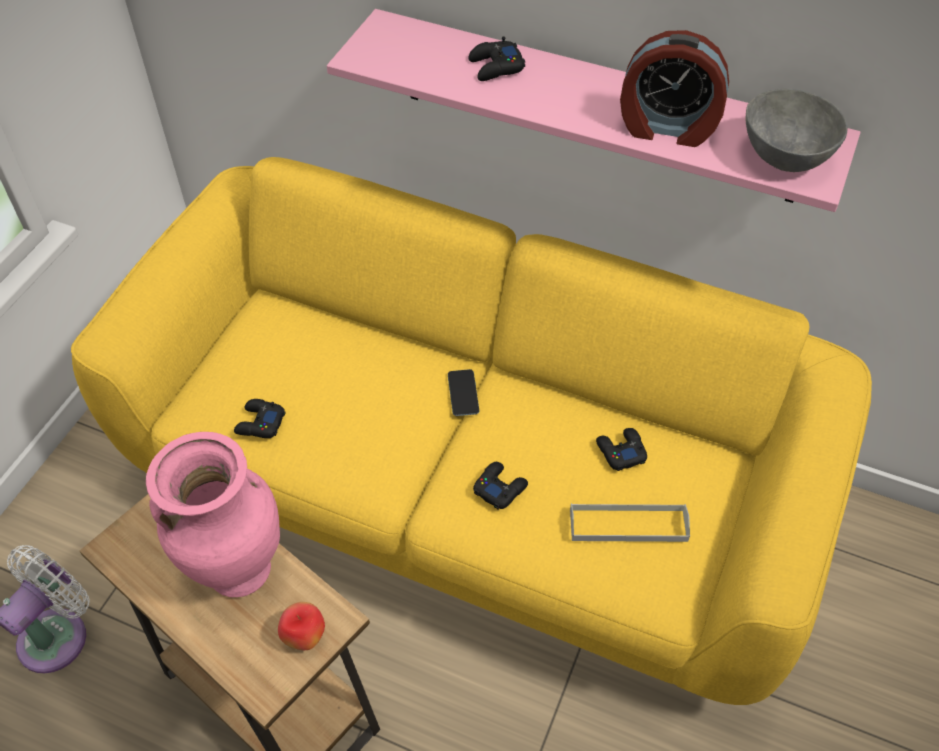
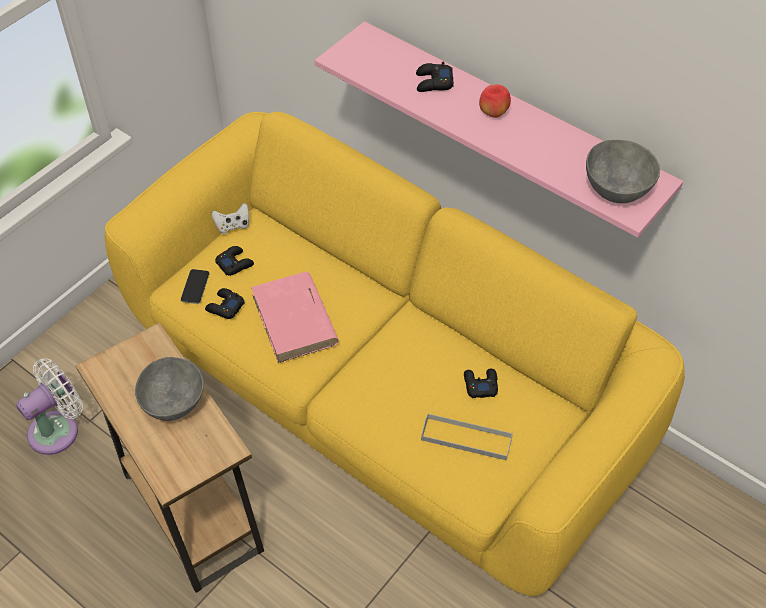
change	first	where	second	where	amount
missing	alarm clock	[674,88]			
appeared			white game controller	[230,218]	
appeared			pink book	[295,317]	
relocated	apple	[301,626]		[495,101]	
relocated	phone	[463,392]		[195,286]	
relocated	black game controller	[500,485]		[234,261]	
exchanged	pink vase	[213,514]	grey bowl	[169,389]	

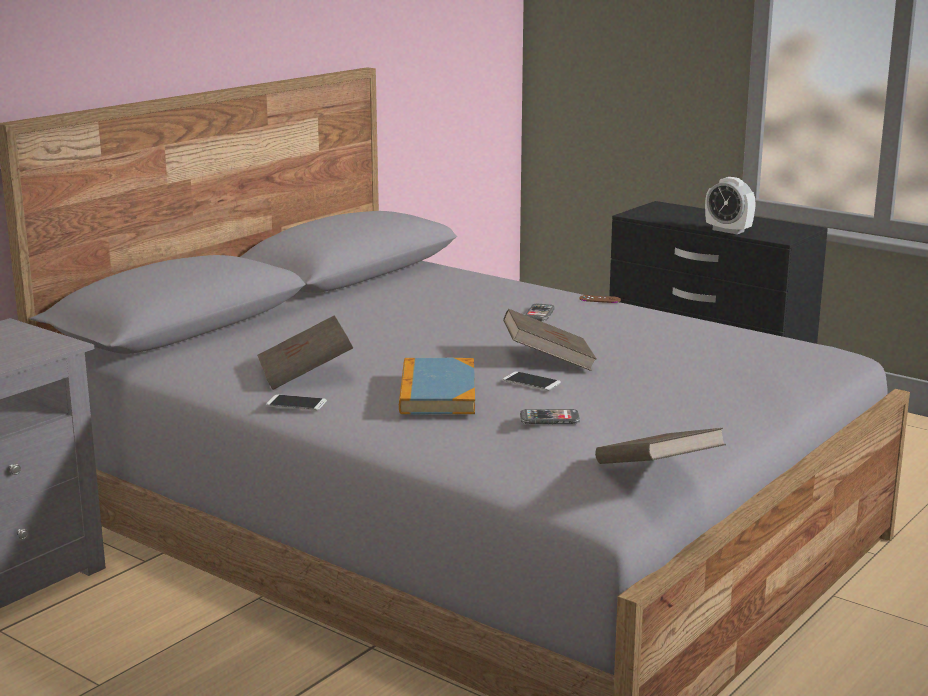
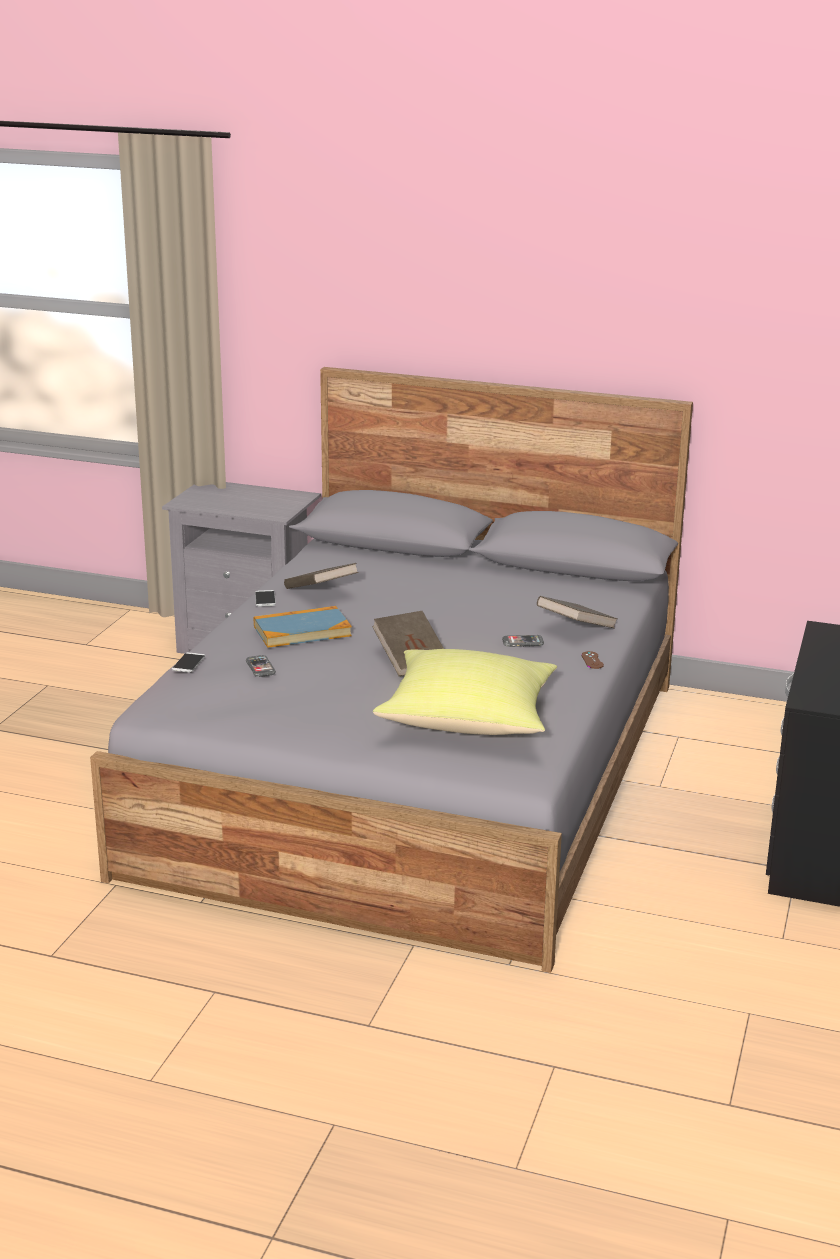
change	first	where	second	where	amount
missing	alarm clock	[730,205]			
appeared			yellow pillow	[465,692]	
relocated	phone	[531,381]		[188,662]	
relocated	brown book	[660,446]		[577,612]	

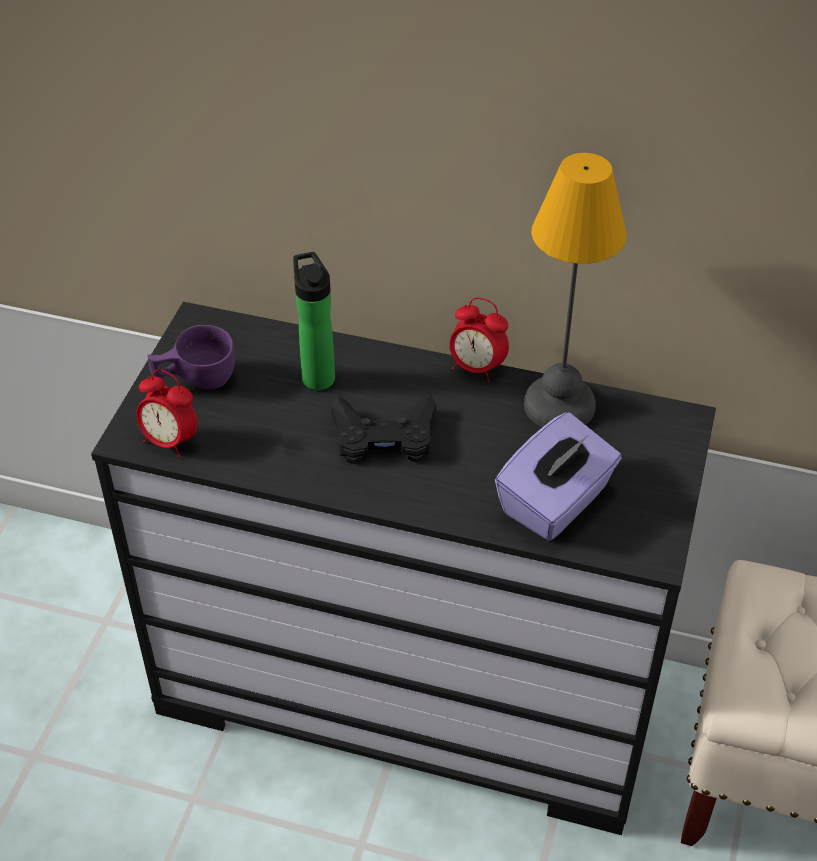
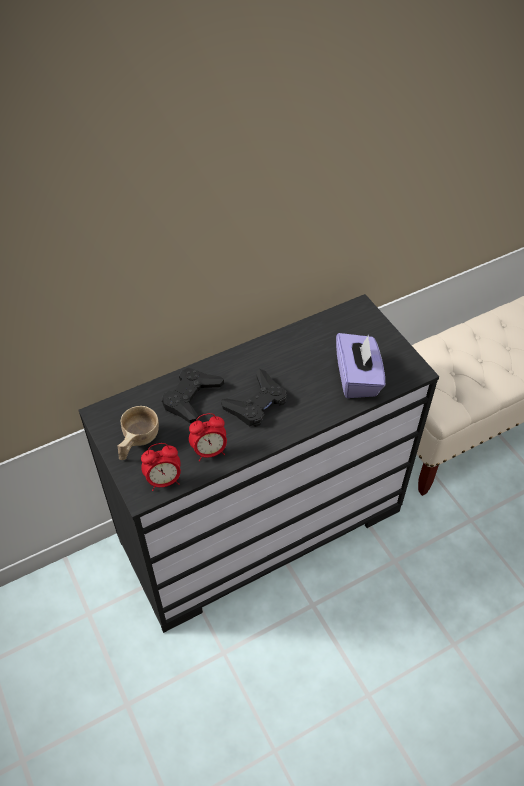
change	first	where	second	where	amount
missing	table lamp	[575,290]			
relocated	alarm clock	[479,340]		[208,437]	
exchanged	bottle	[314,321]	black game controller	[193,395]	
colour	purple cup	[191,357]	beige cup	[138,433]	

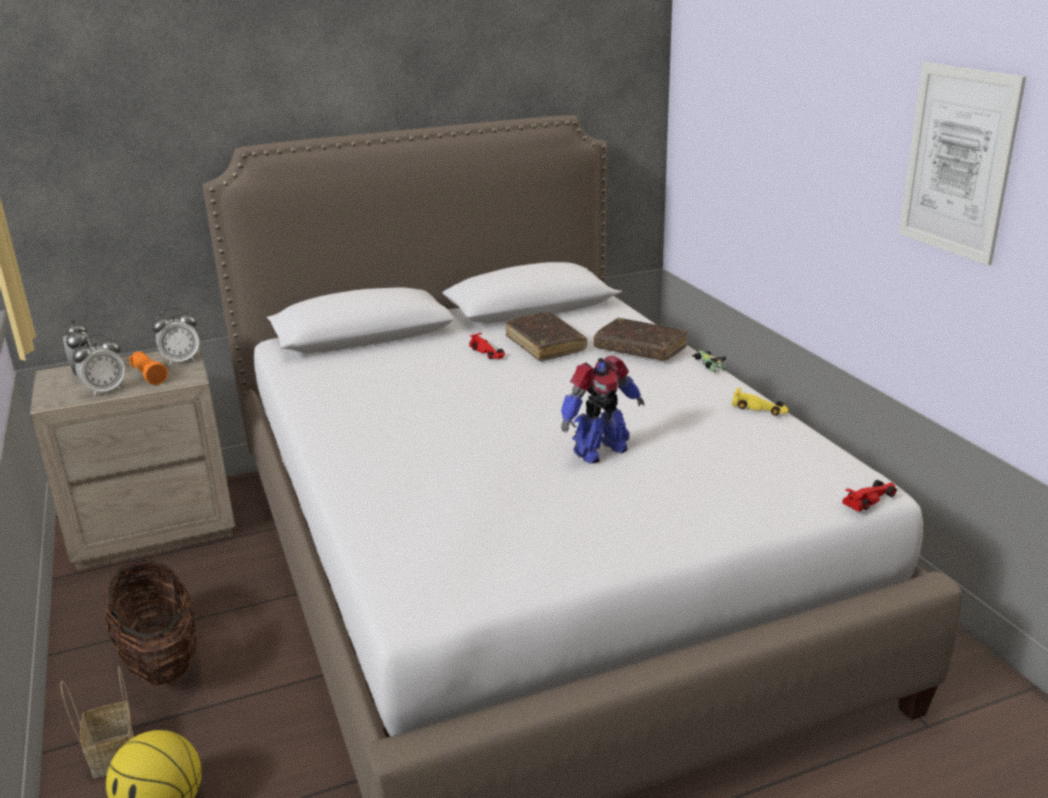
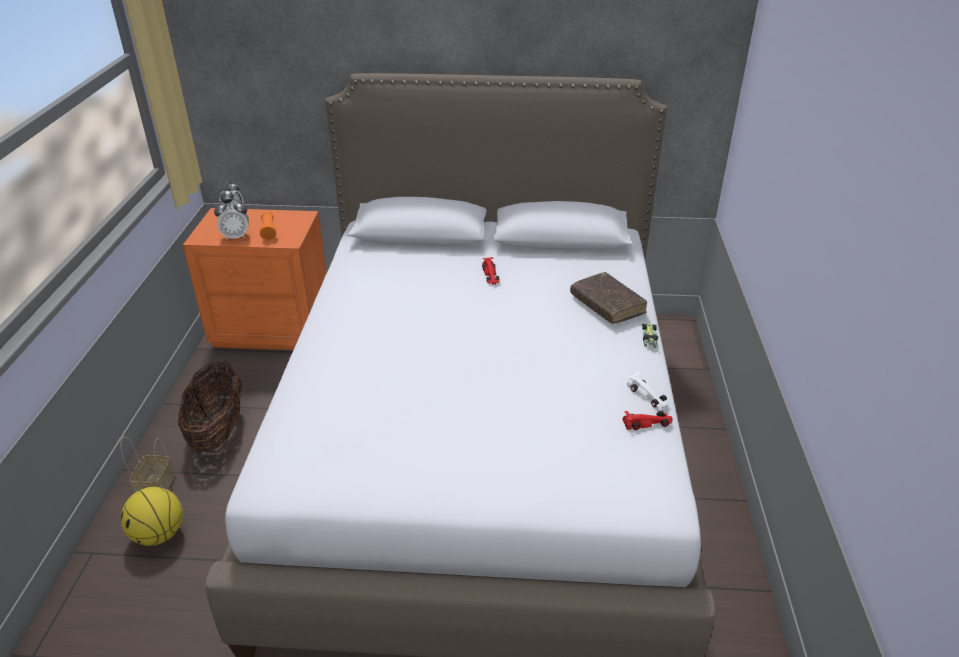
change	first	where	second	where	amount
missing	alarm clock	[175,336]			
missing	brown book	[546,336]			
missing	toy robot	[603,410]			
missing	picture	[962,163]			
relocated	red toy car	[870,496]		[647,420]	
colour	beige nightstand	[132,458]	orange nightstand	[255,279]	
colour	yellow toy car	[760,402]	white toy car	[648,390]	

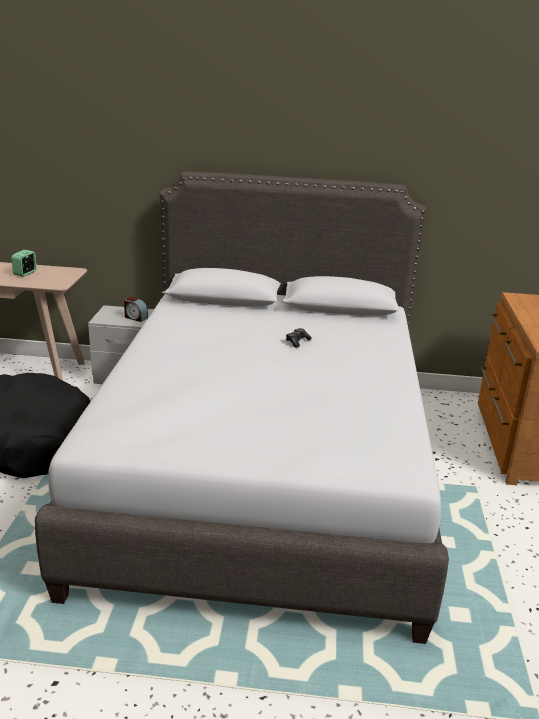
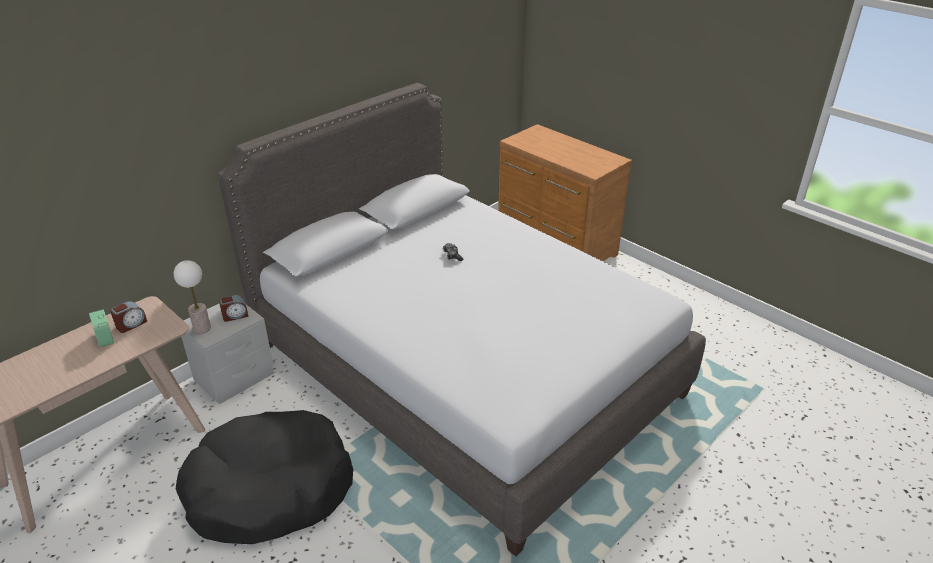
change	first	where	second	where	amount
appeared			alarm clock	[128,317]	
appeared			table lamp	[192,297]	

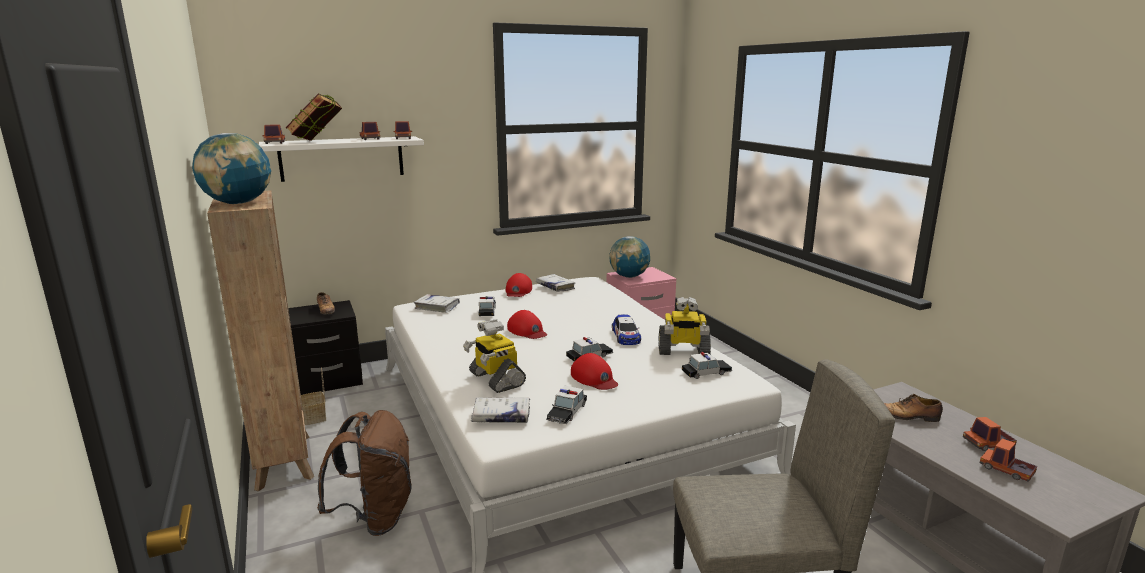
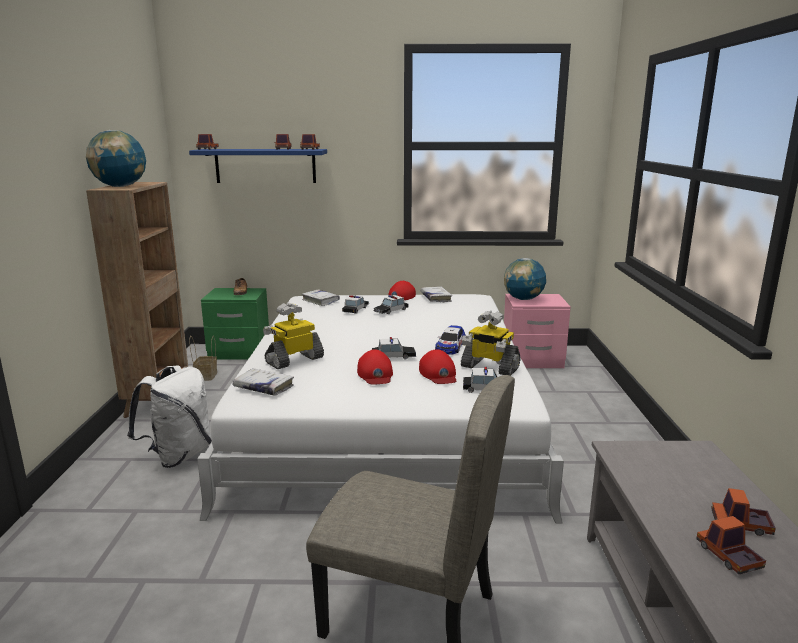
change	first	where	second	where	amount
missing	book	[314,117]			
missing	shoe	[913,408]			
relocated	red cap	[527,324]		[437,366]	
relocated	toy car	[566,405]		[391,304]	
colour	white shelf	[341,159]	blue shelf	[258,166]	
colour	black nightstand	[325,347]	green nightstand	[235,324]	
colour	brown backpack	[364,473]	white backpack	[169,416]	
spun	toy robot	[494,356]		[293,336]	60 degrees clockwise

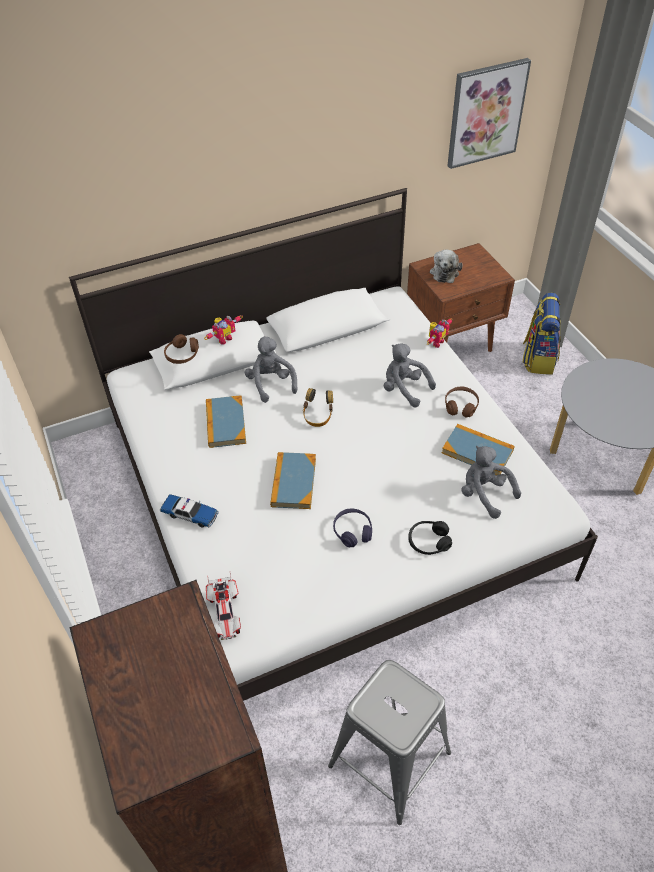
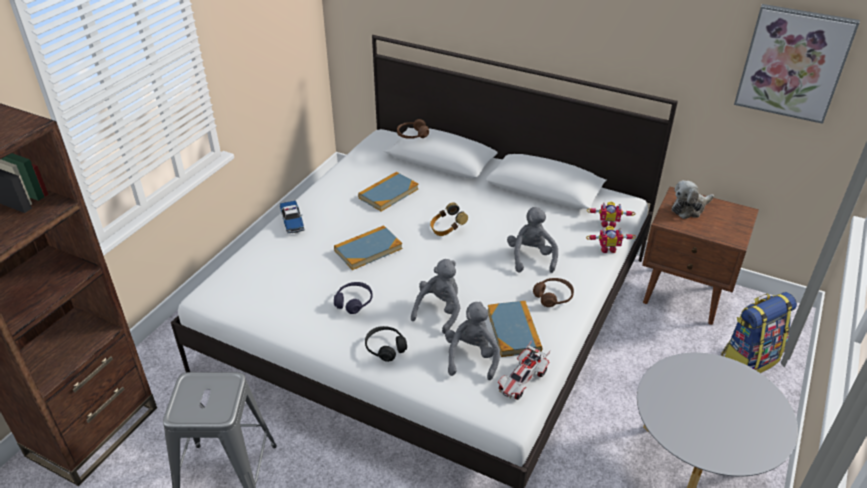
change	first	where	second	where	amount
relocated	toy robot	[223,330]		[611,215]	
relocated	toy car	[223,606]		[524,370]	
relocated	grey plush toy	[271,369]		[435,296]	

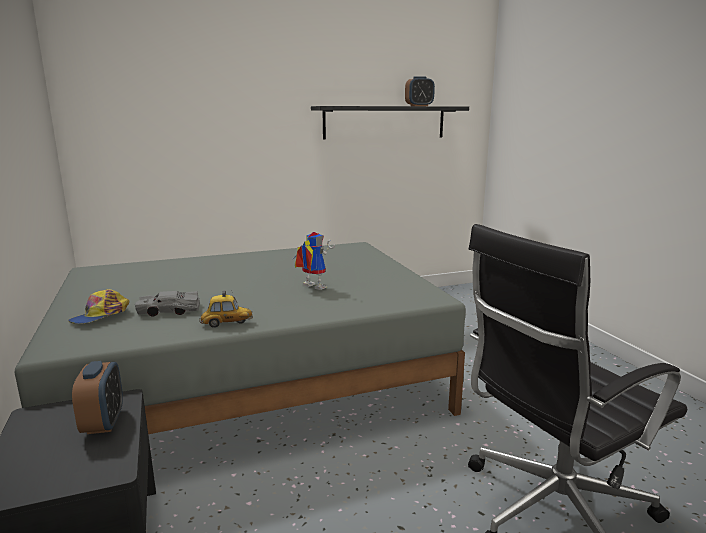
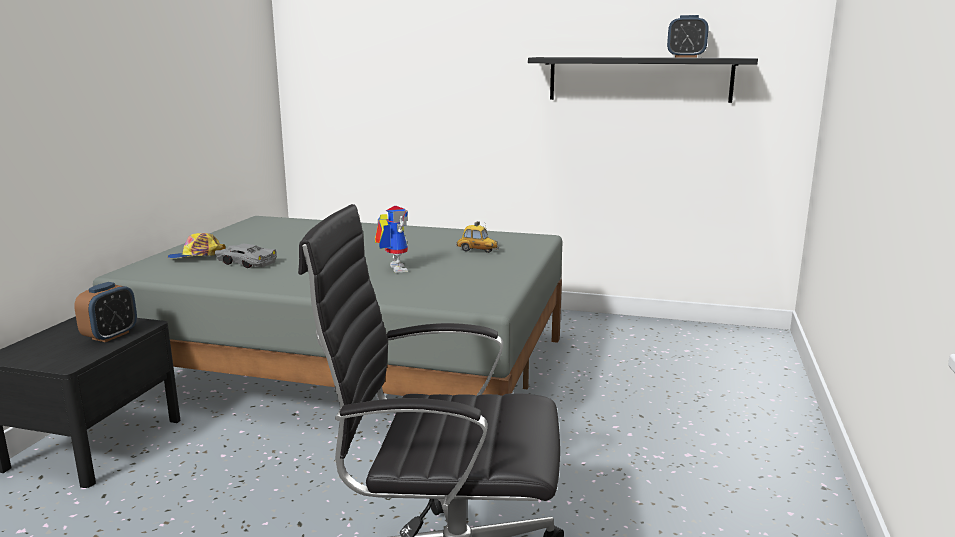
change	first	where	second	where	amount
relocated	toy car	[226,309]		[477,237]	

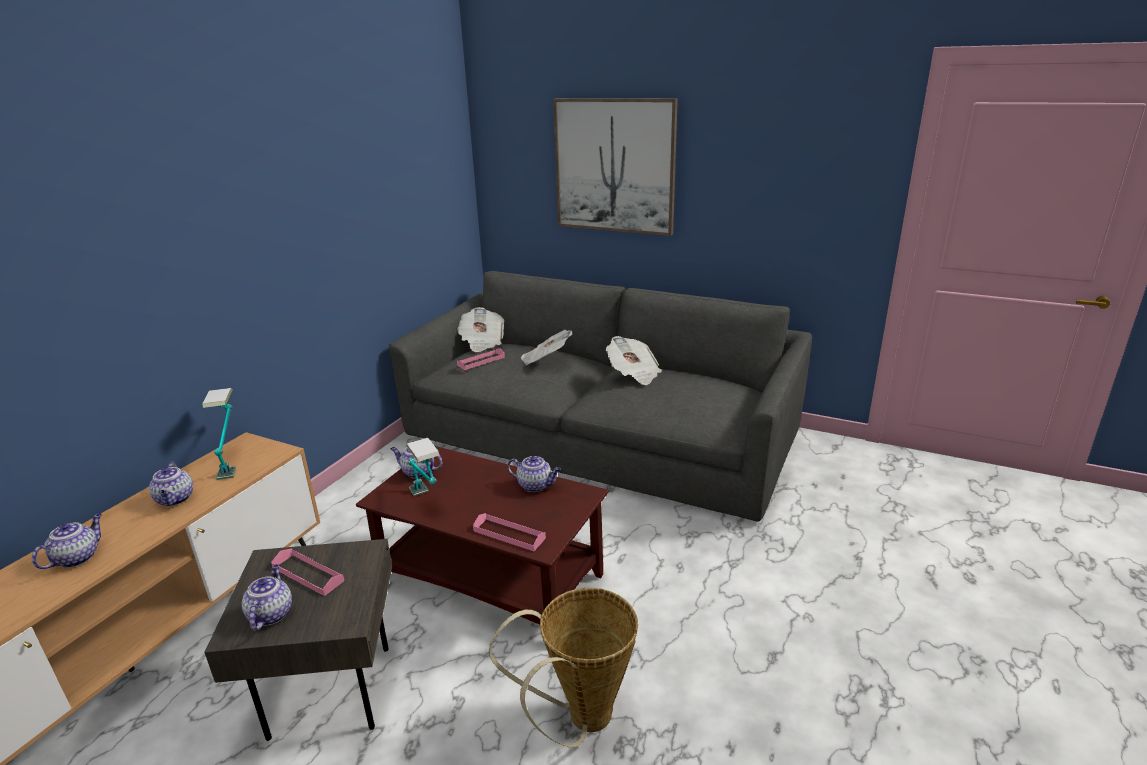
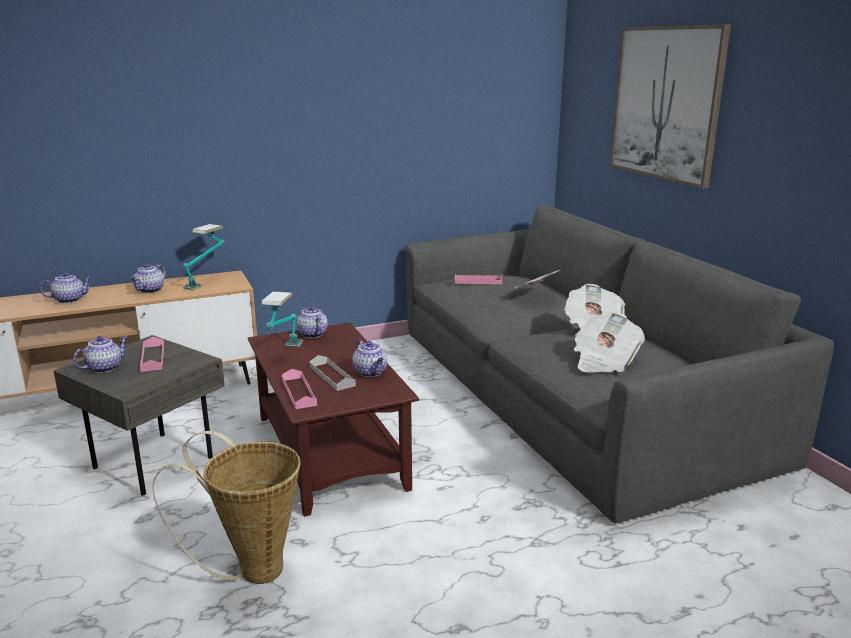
change	first	where	second	where	amount
appeared			grey tray	[332,373]	
relocated	newspaper	[480,329]		[609,342]	

